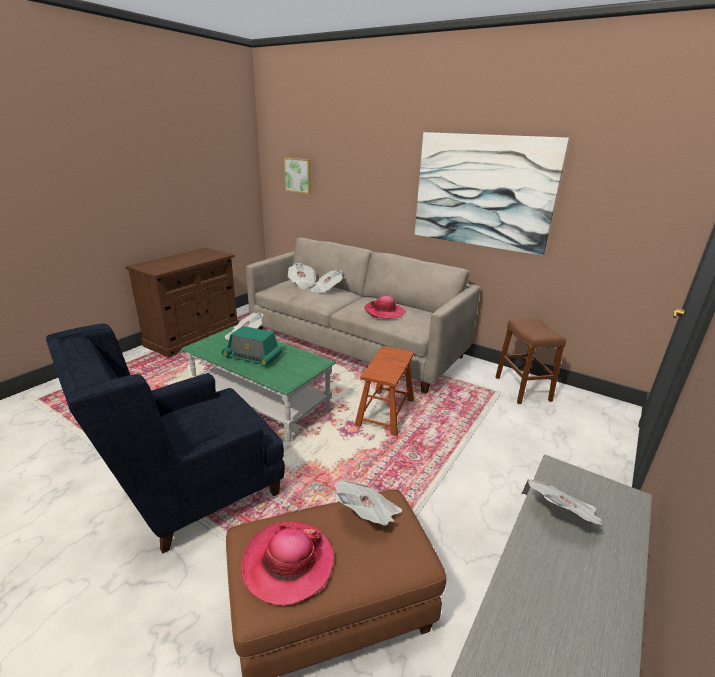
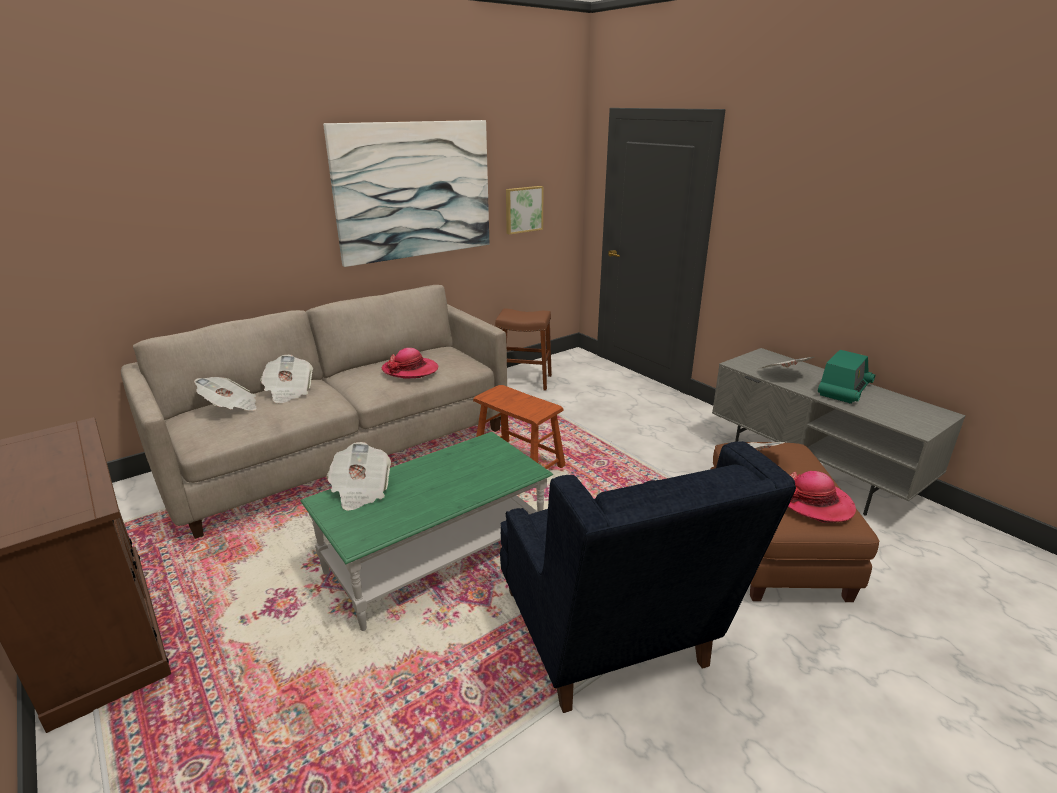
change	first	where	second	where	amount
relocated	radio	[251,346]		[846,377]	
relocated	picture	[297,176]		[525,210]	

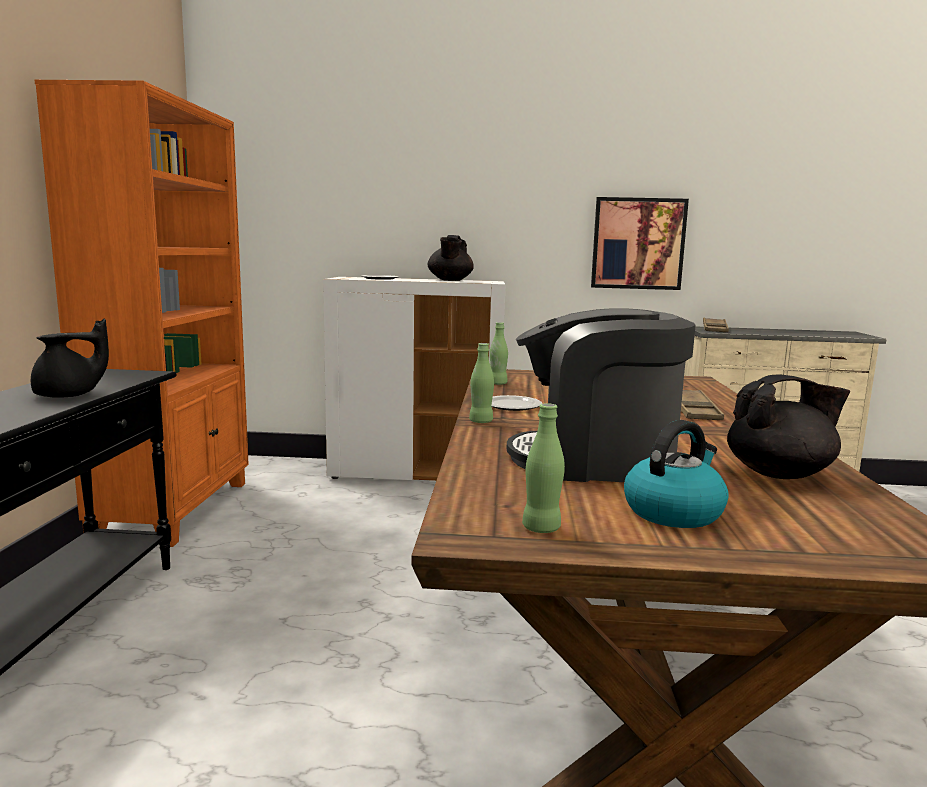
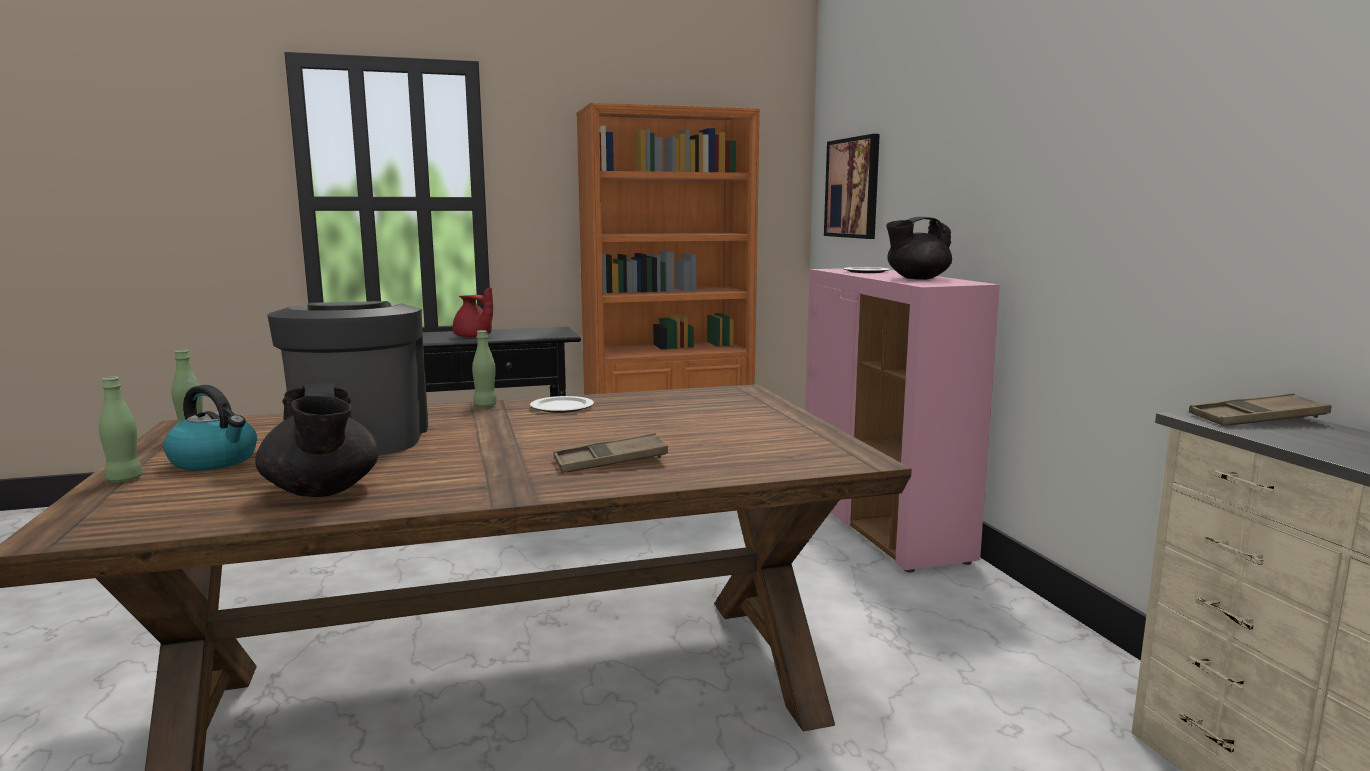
change	first	where	second	where	amount
relocated	green bottle	[499,353]		[121,429]	
relocated	picture	[640,243]		[852,186]	
colour	black teapot	[70,358]	red teapot	[473,312]	
colour	white cabinet	[414,379]	pink cabinet	[902,420]	

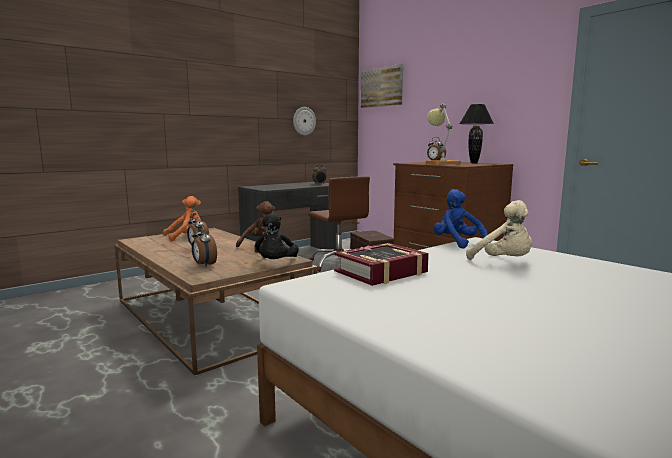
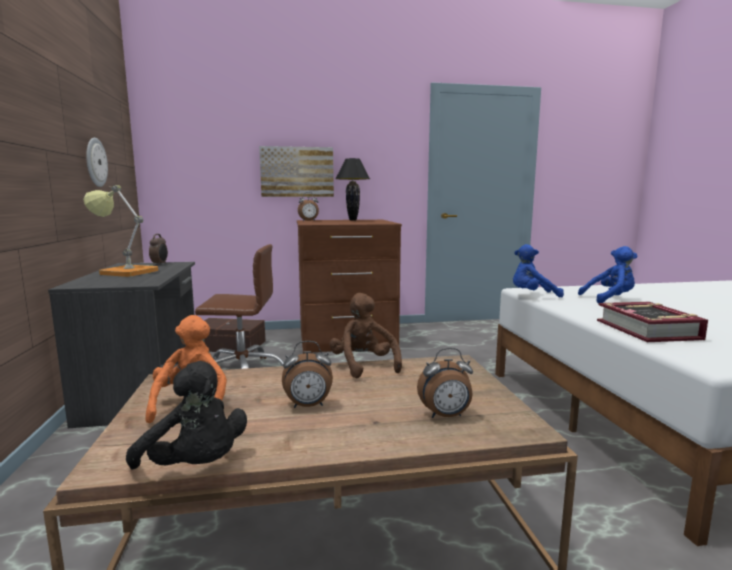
change	first	where	second	where	amount
relocated	black plush toy	[277,236]		[186,415]	
relocated	picture	[382,86]		[296,171]	
relocated	table lamp	[443,134]		[120,231]	
colour	beige plush toy	[499,230]	blue plush toy	[608,275]	

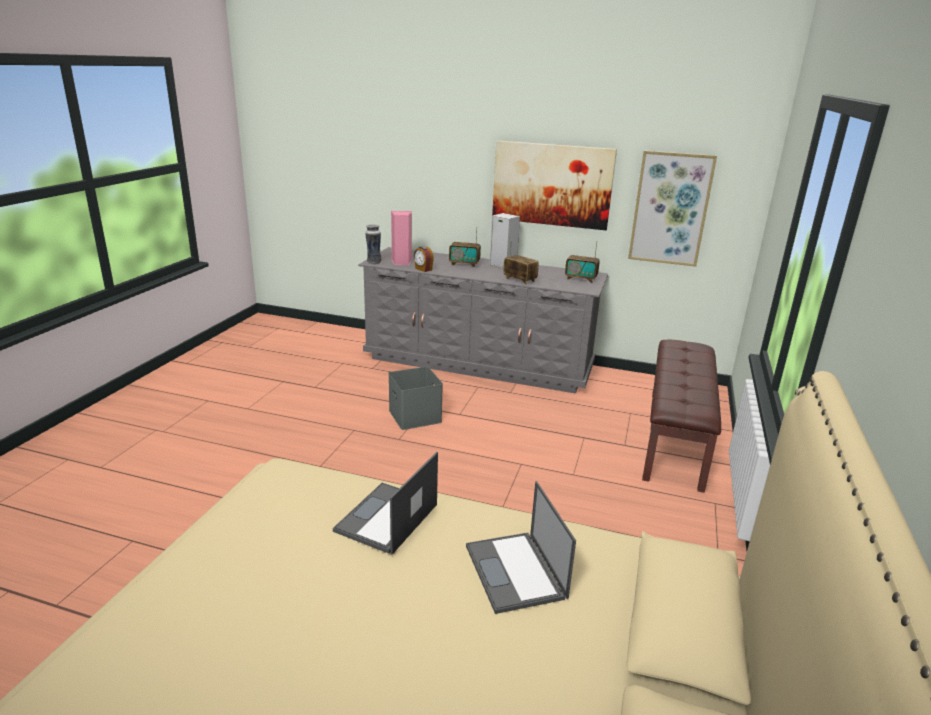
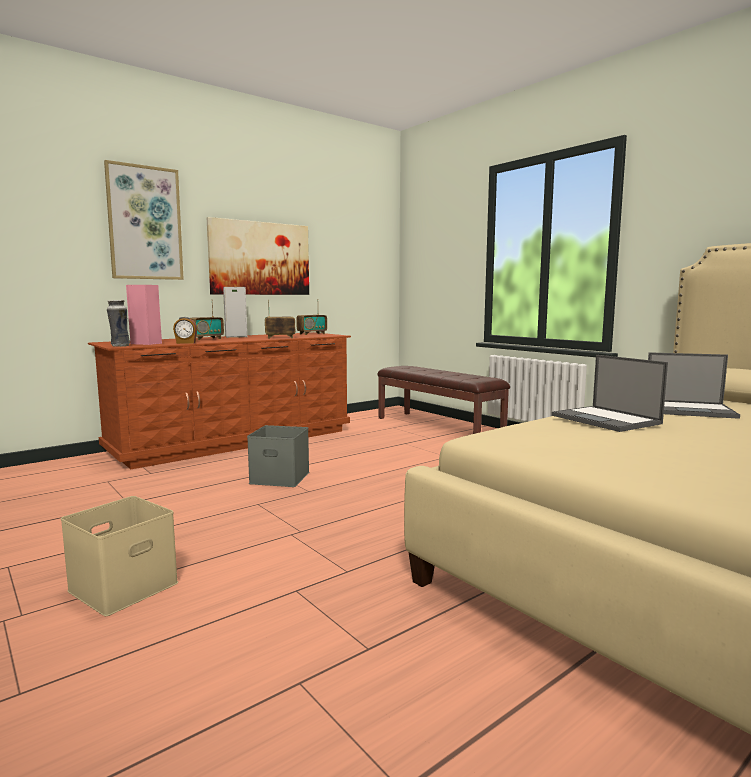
change	first	where	second	where	amount
appeared			beige storage box	[119,556]	
relocated	picture	[672,208]		[144,220]	
colour	grey dresser	[483,320]	brown dresser	[219,400]	

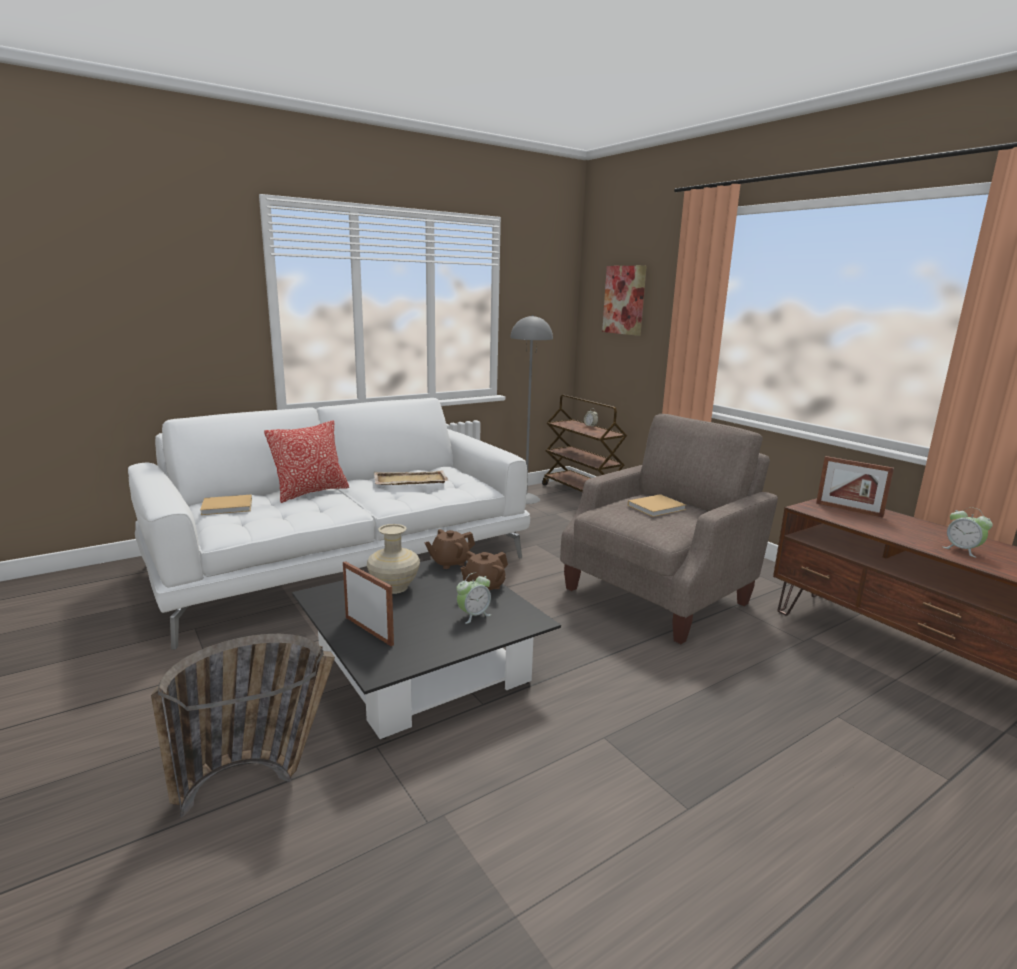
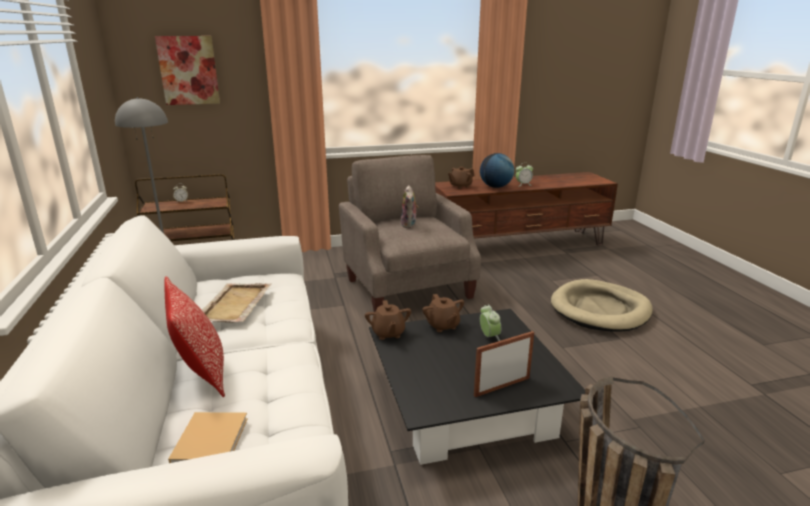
change	first	where	second	where	amount
missing	beige vase	[393,559]			
appeared			globe	[497,170]	
appeared			beige dog bed	[602,305]	
exchanged	beige book	[657,505]	plush toy	[410,206]	
exchanged	picture frame	[855,487]	brown teapot	[461,178]	

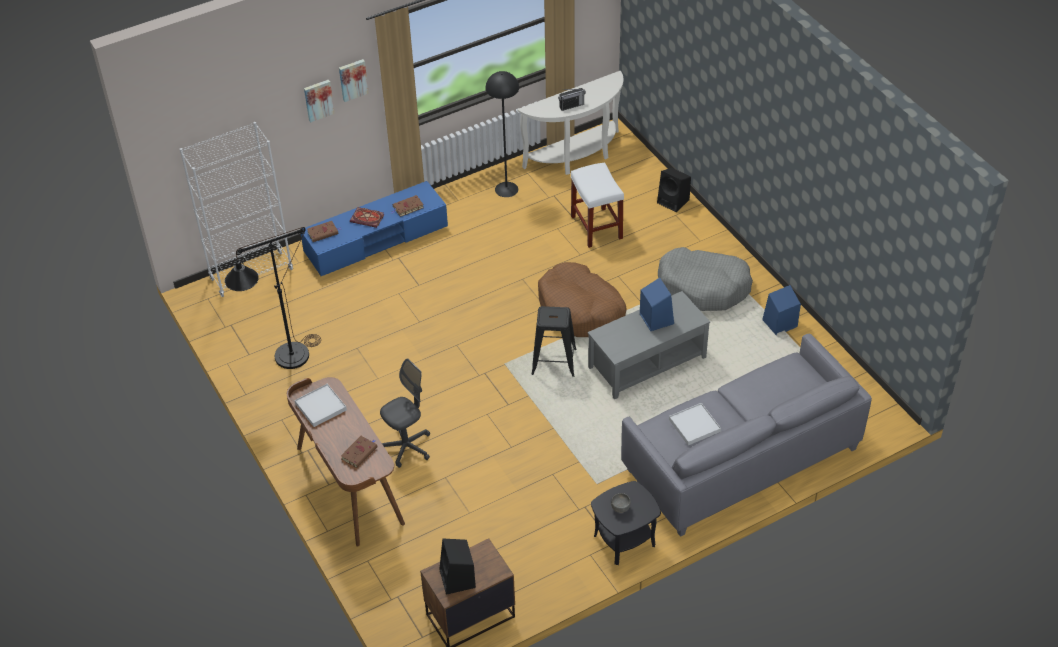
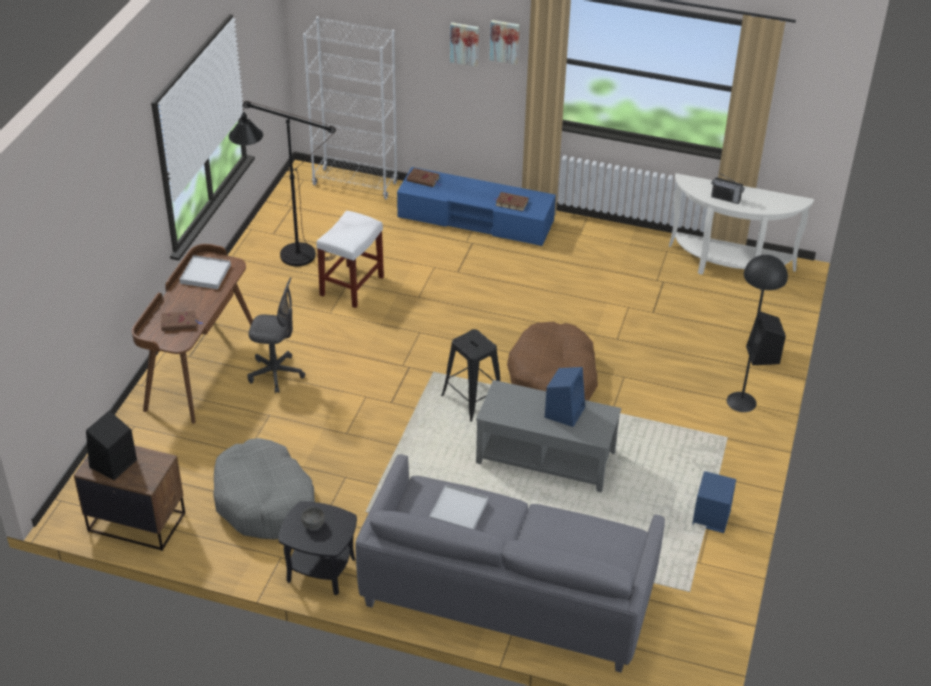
change	first	where	second	where	amount
missing	book	[367,217]			
relocated	black floor lamp	[502,134]		[757,333]	
relocated	white stool	[597,205]		[350,259]	
relocated	grey dog bed	[705,279]		[264,489]	

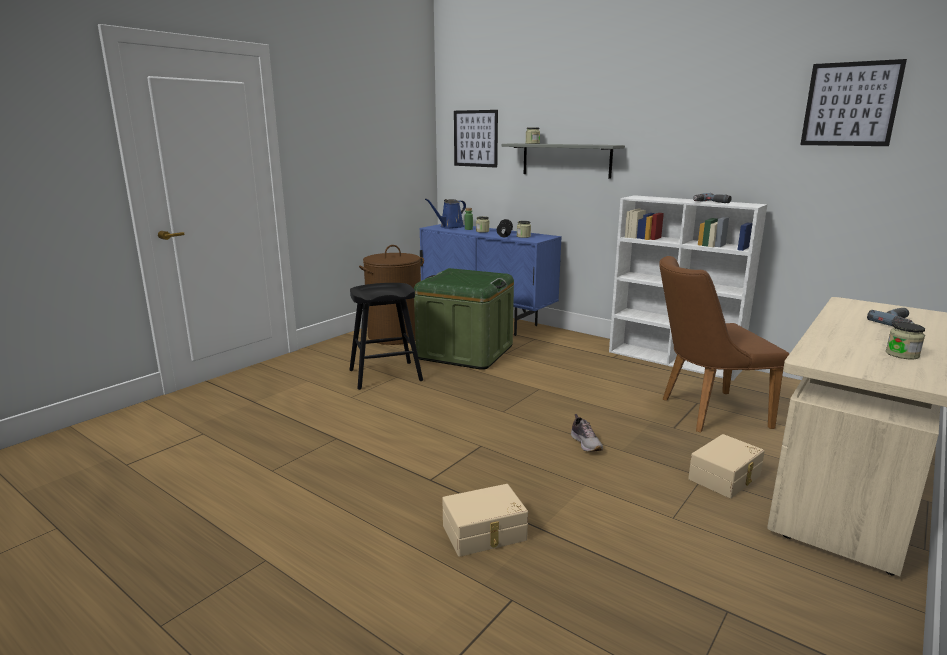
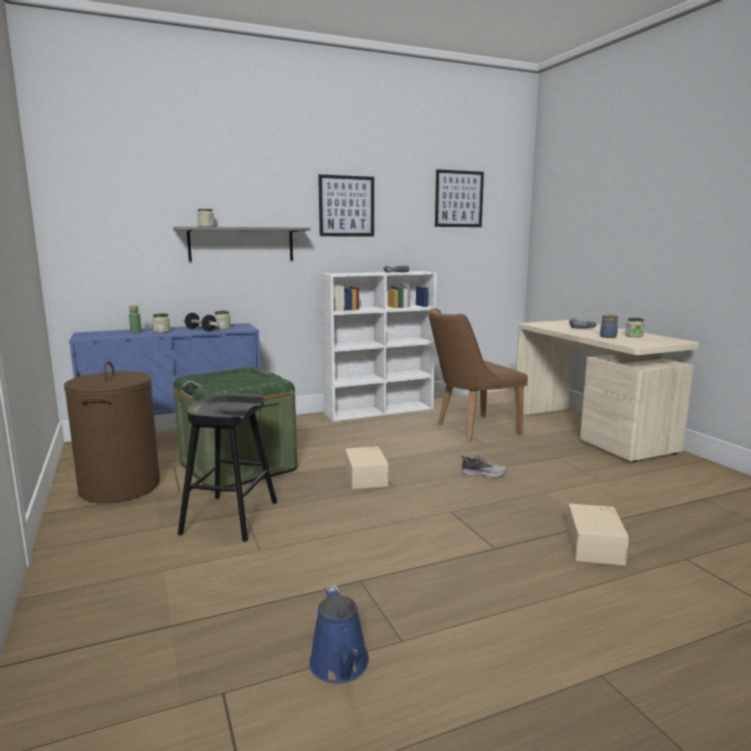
change	first	where	second	where	amount
appeared			jar	[609,326]	
relocated	blue watering can	[445,213]		[339,634]	
relocated	picture	[476,139]		[346,205]	
relocated	beige storage box	[726,466]		[367,467]	
spun	brown chair	[724,344]		[478,375]	45 degrees clockwise

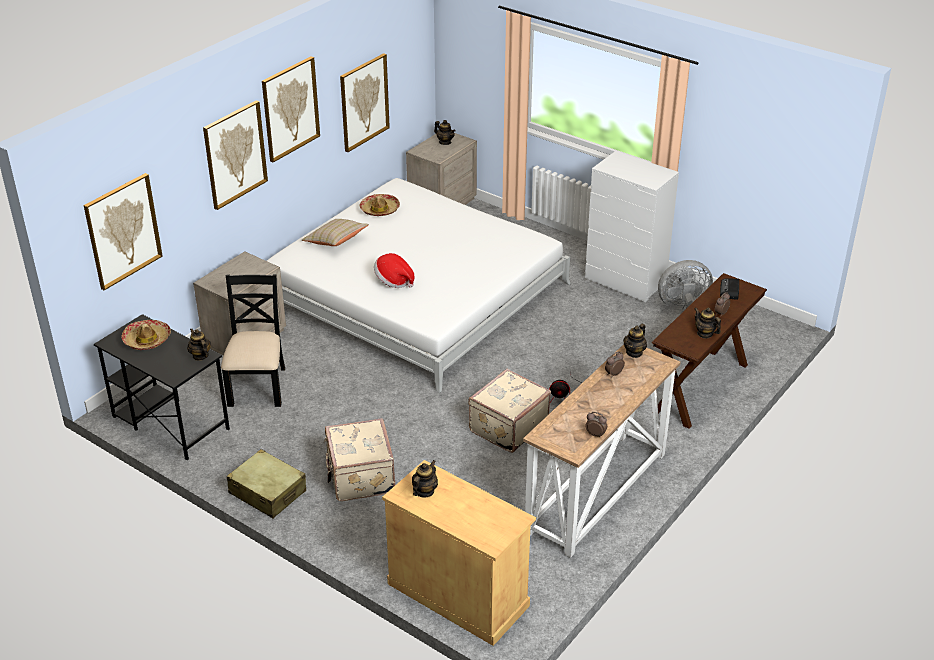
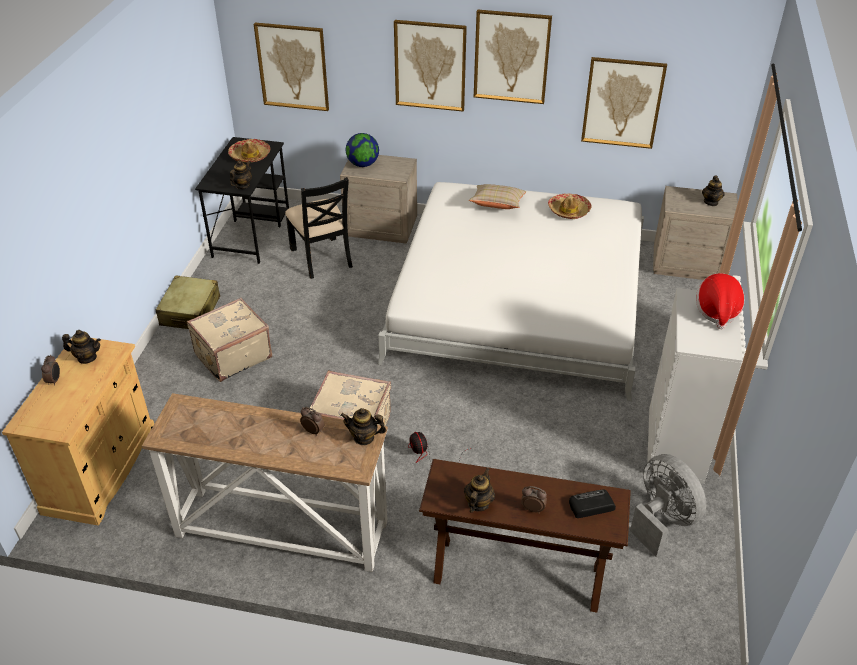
change	first	where	second	where	amount
appeared			globe	[362,150]	
relocated	hat	[394,270]		[720,301]	
relocated	alarm clock	[596,425]		[50,370]	
spun	black chair	[253,340]		[319,228]	90 degrees clockwise

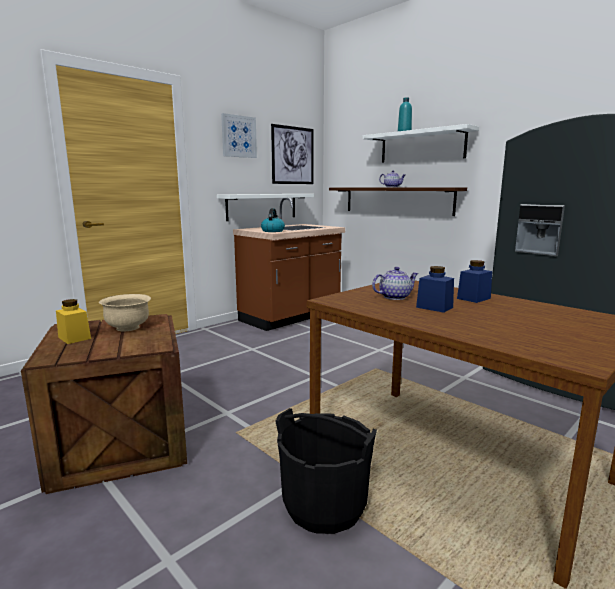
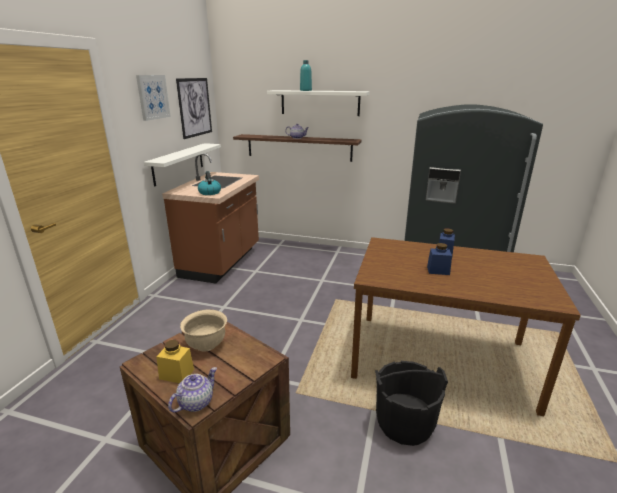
change	first	where	second	where	amount
relocated	teapot	[395,283]		[192,390]	

